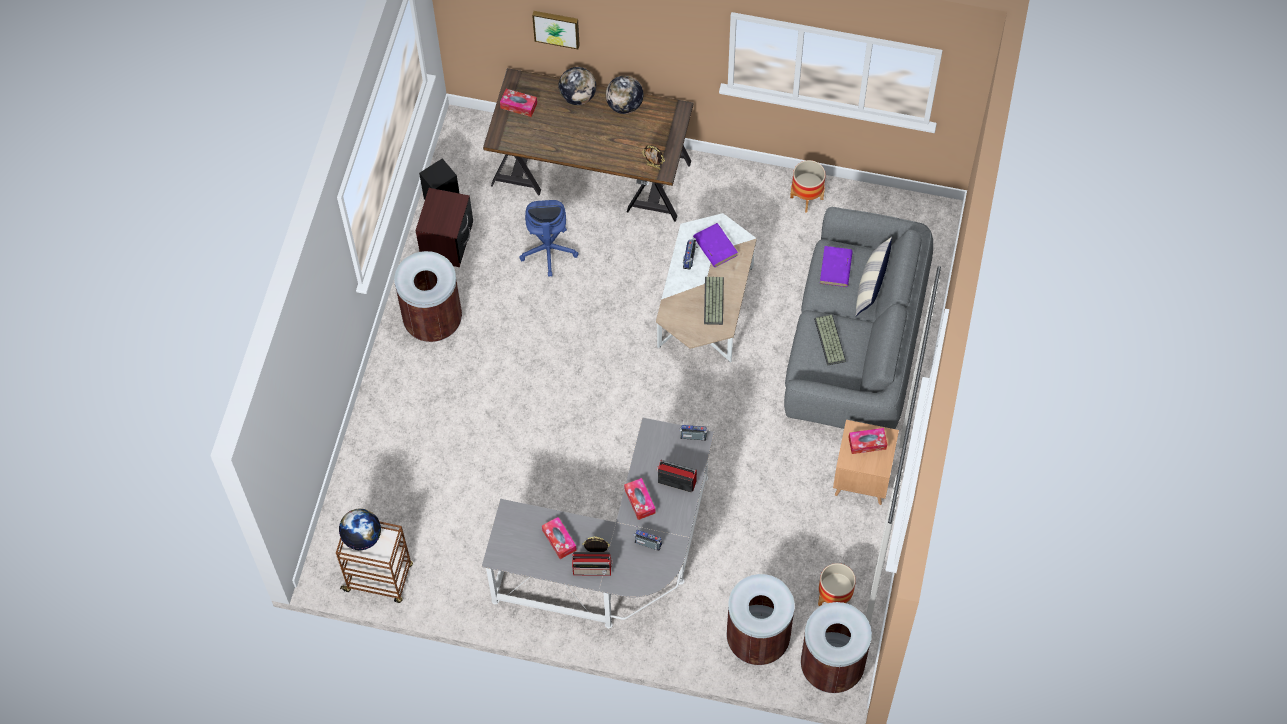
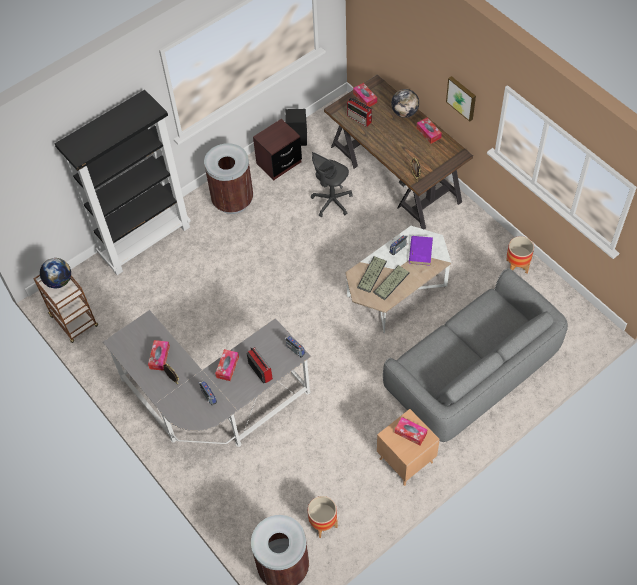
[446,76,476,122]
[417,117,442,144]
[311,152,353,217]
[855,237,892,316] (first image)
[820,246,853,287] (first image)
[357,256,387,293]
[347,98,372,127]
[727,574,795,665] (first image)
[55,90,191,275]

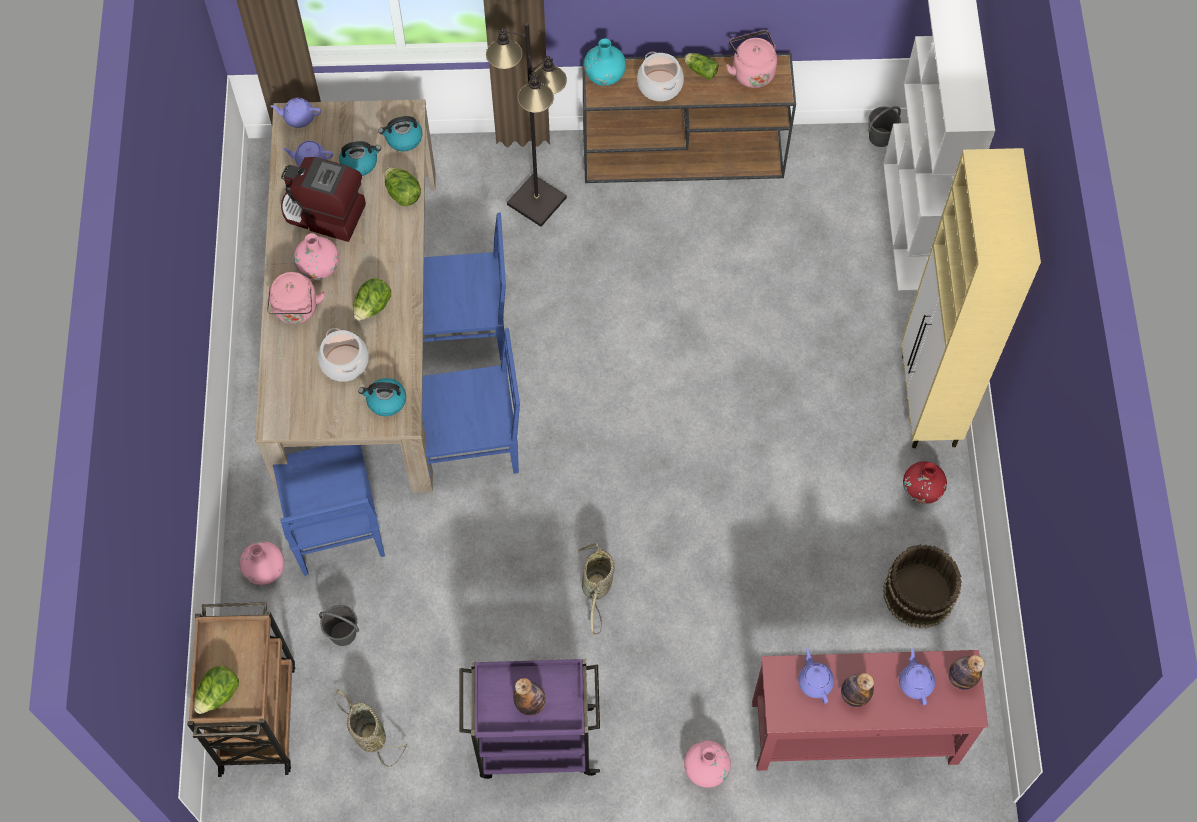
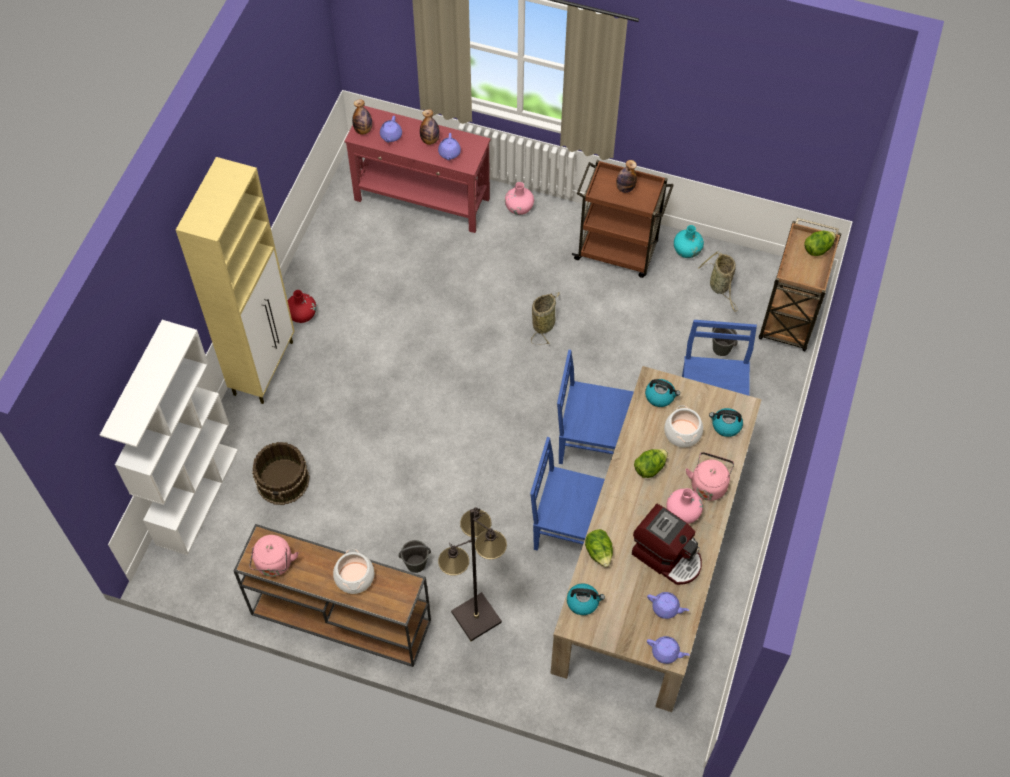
[674,225,704,258]
[684,53,718,80] (first image)
[399,540,431,573]
[709,408,743,437]
[239,541,284,585] (first image)
[252,442,310,505]
[572,160,674,278]

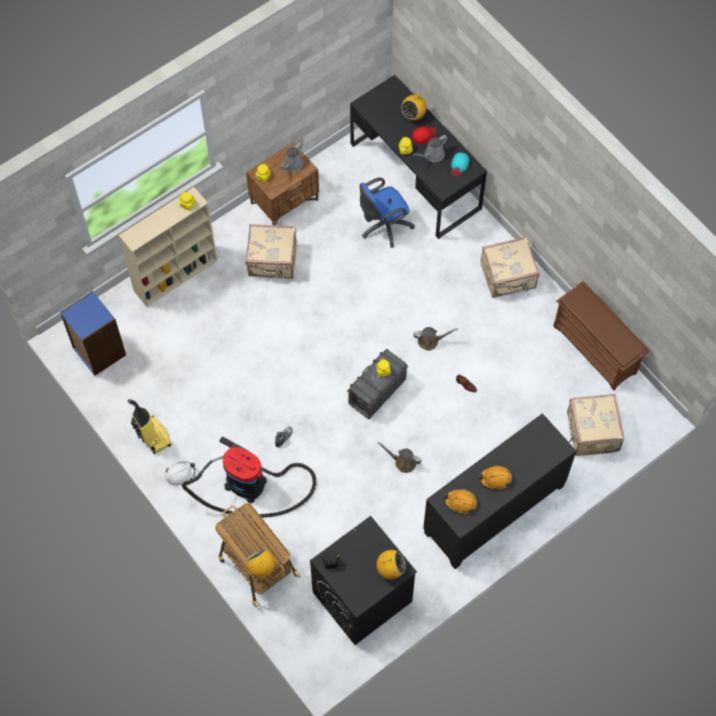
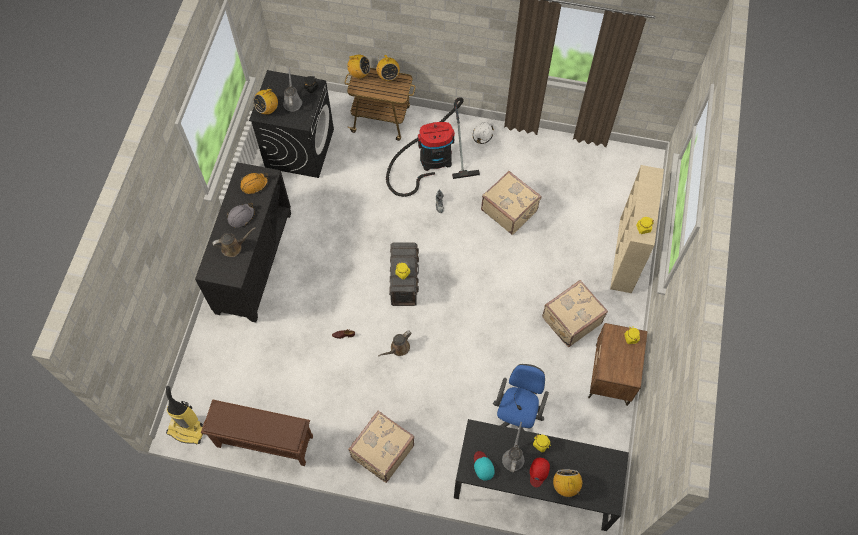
[283,67,302,112]
[60,291,126,376] (first image)
[481,171,541,235]
[166,386,203,445]
[213,227,256,257]
[226,202,255,228]
[377,55,400,81]

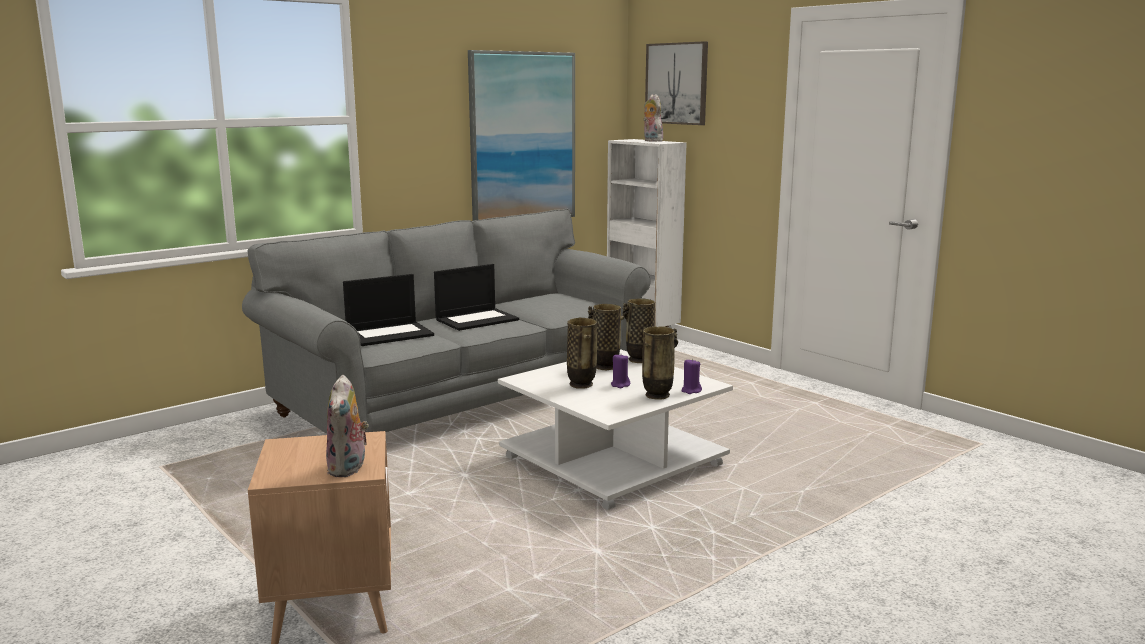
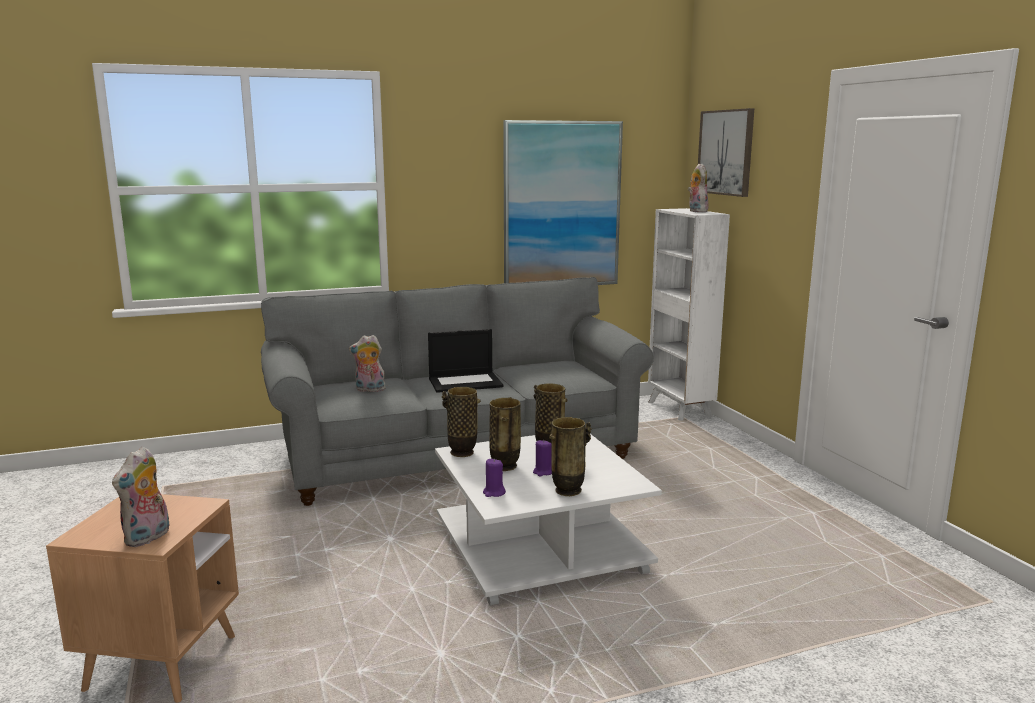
[349,335,386,392]
[441,387,481,457]
[483,459,506,497]

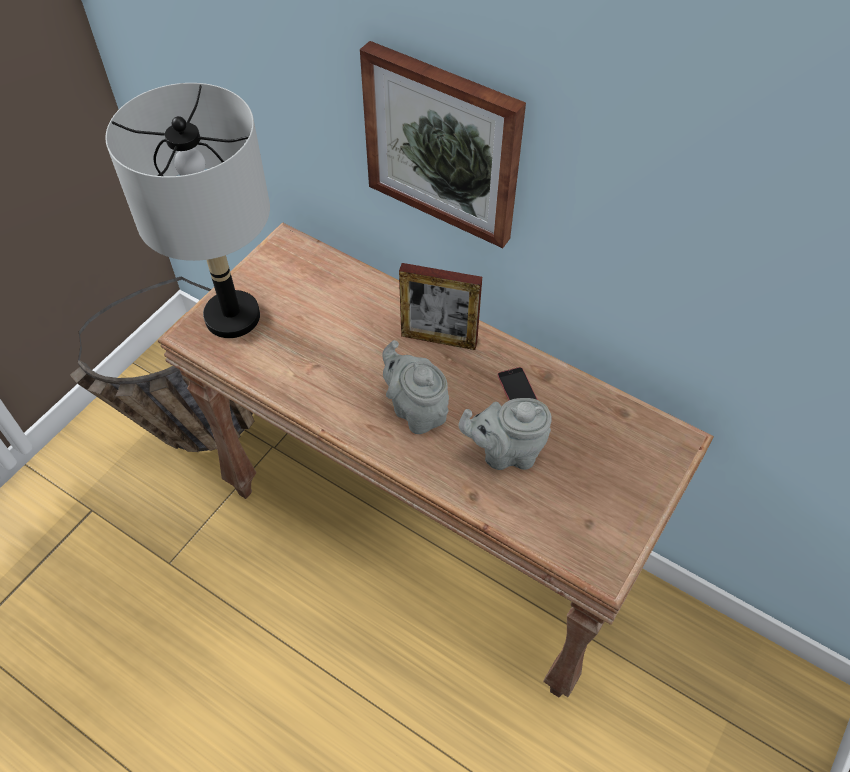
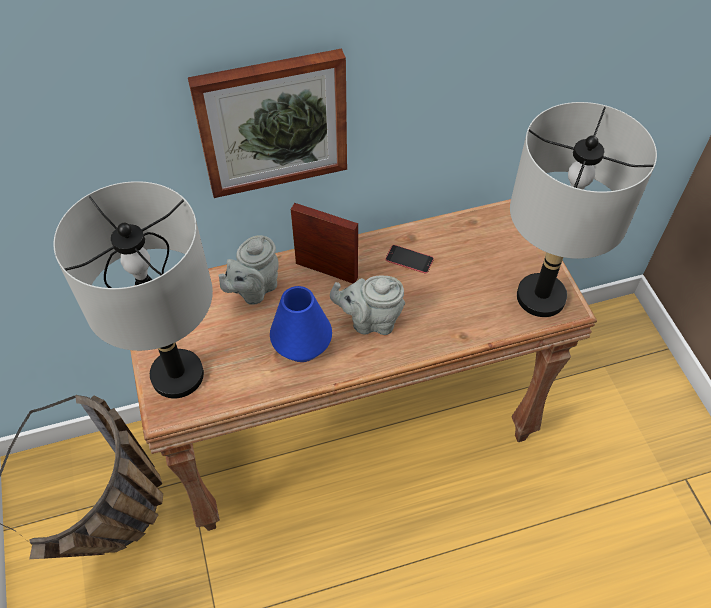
[291,203,358,283]
[218,235,279,305]
[510,102,657,317]
[270,286,332,362]

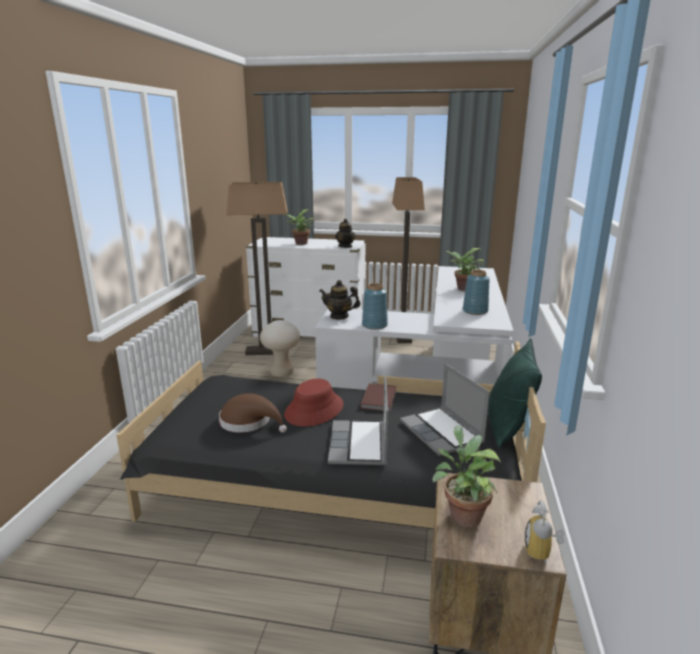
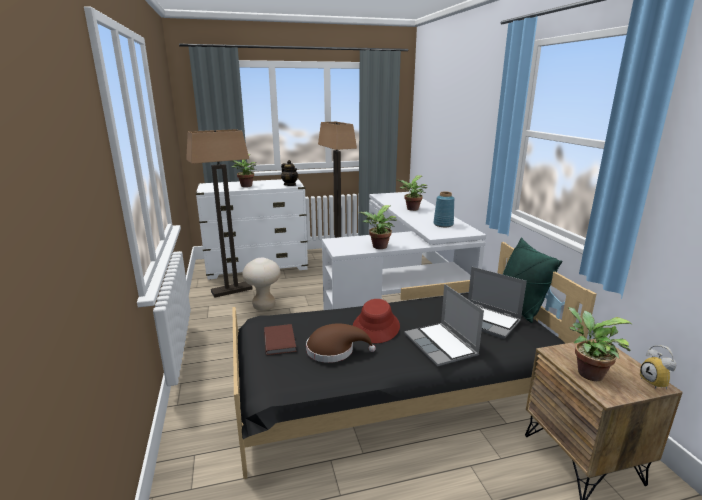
[320,280,360,319] (first image)
[359,205,397,249]
[264,324,296,355]

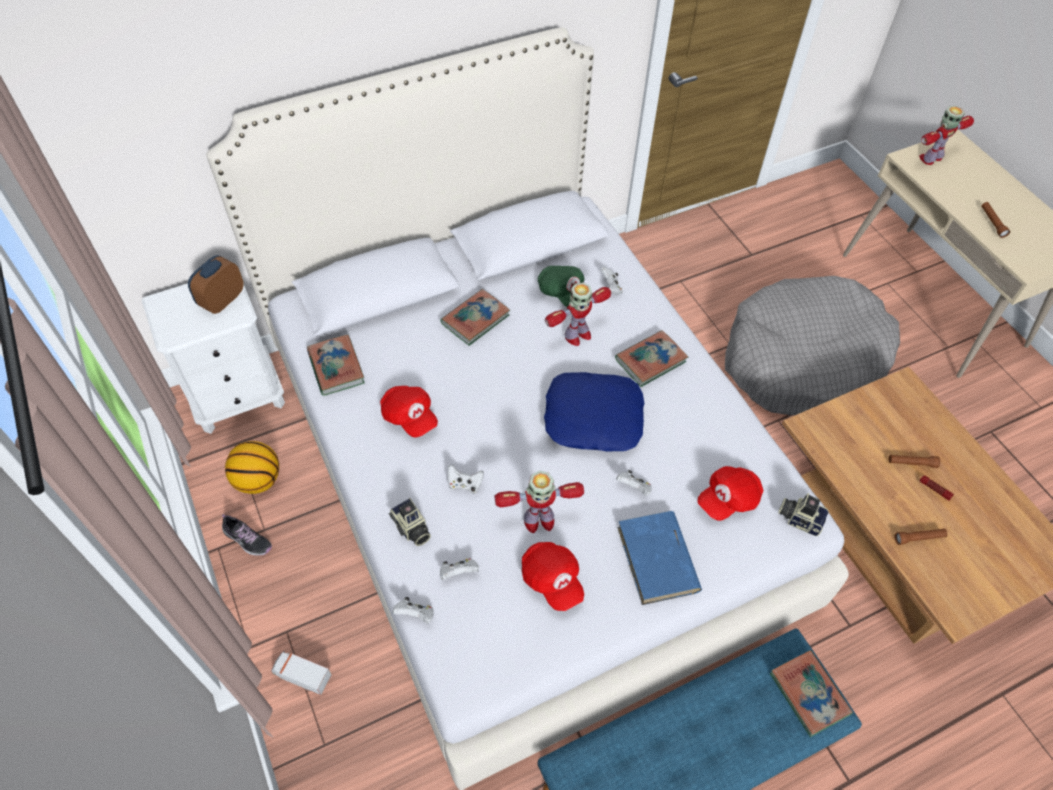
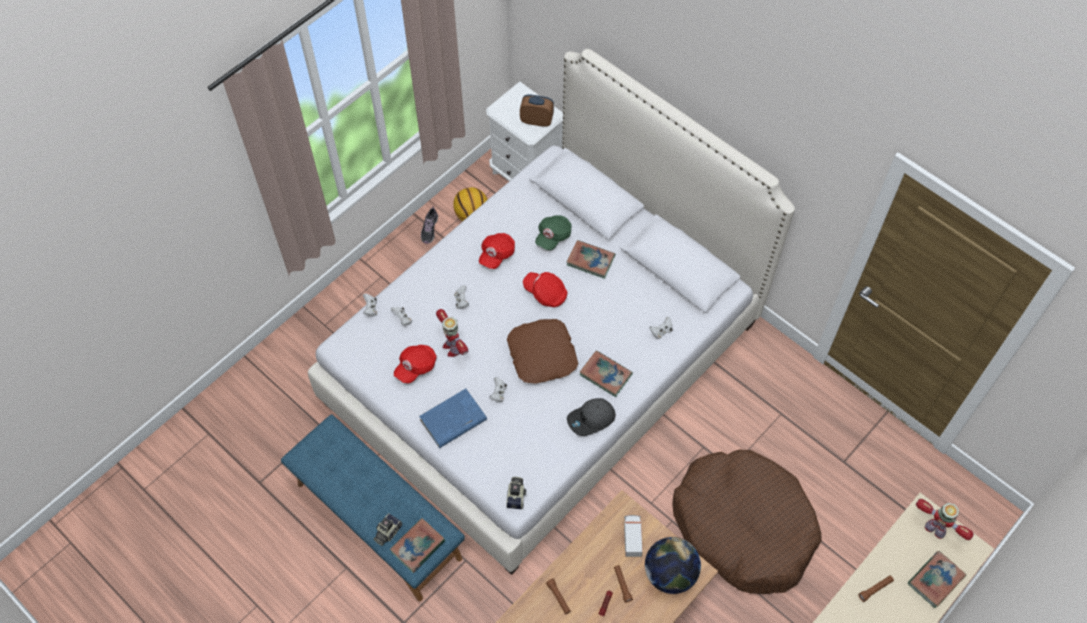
[535,215,571,250]
[672,449,822,594]
[545,282,611,346] (first image)
[908,551,966,608]
[507,319,578,384]
[523,272,567,307]
[374,513,402,546]
[624,515,643,557]
[567,398,616,436]
[645,537,701,594]

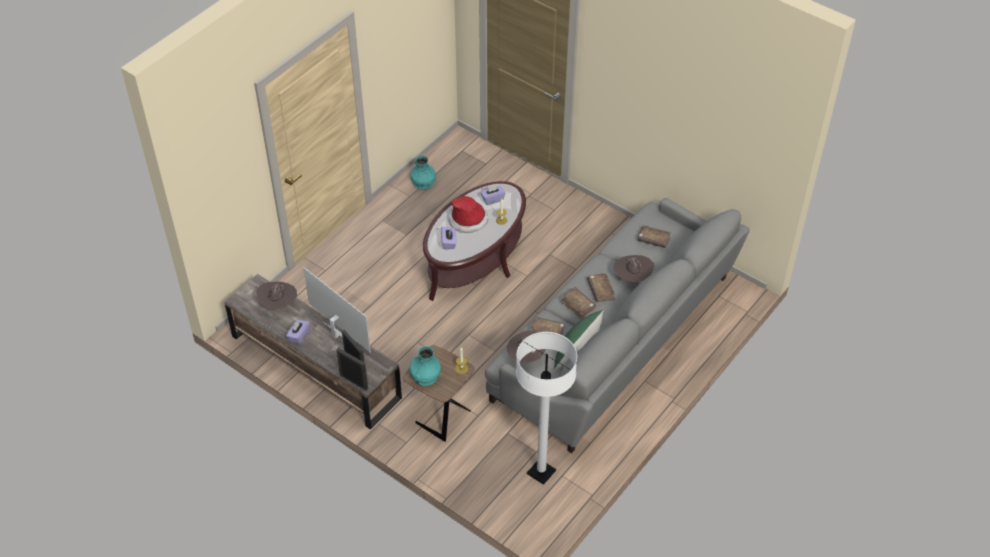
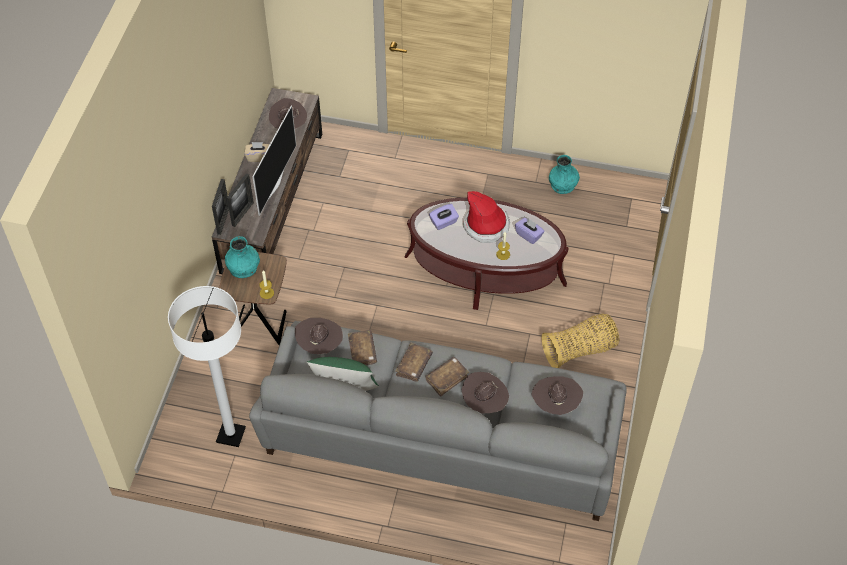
[531,376,583,415]
[245,142,270,162]
[542,314,619,368]

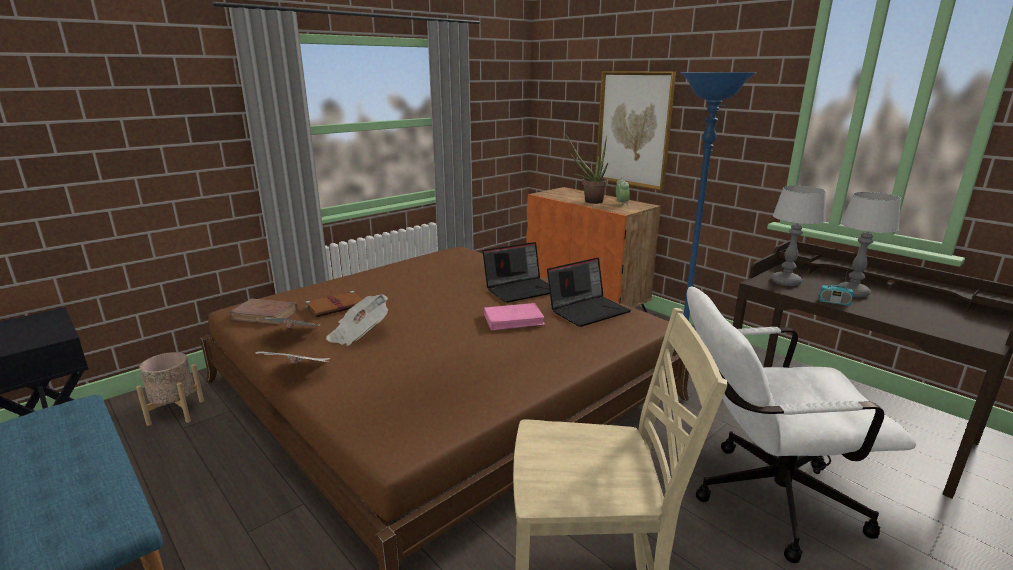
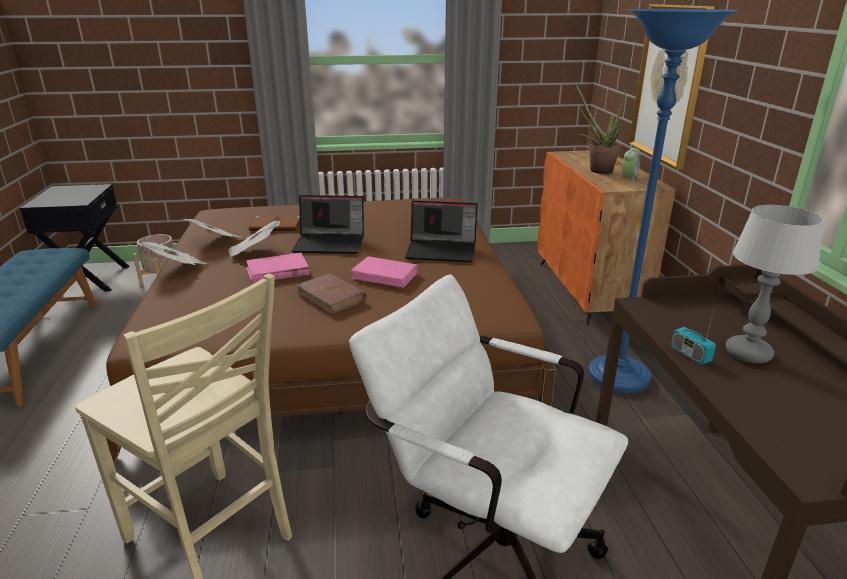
[771,186,826,286] (first image)
[291,195,364,254]
[296,273,366,314]
[246,253,309,283]

